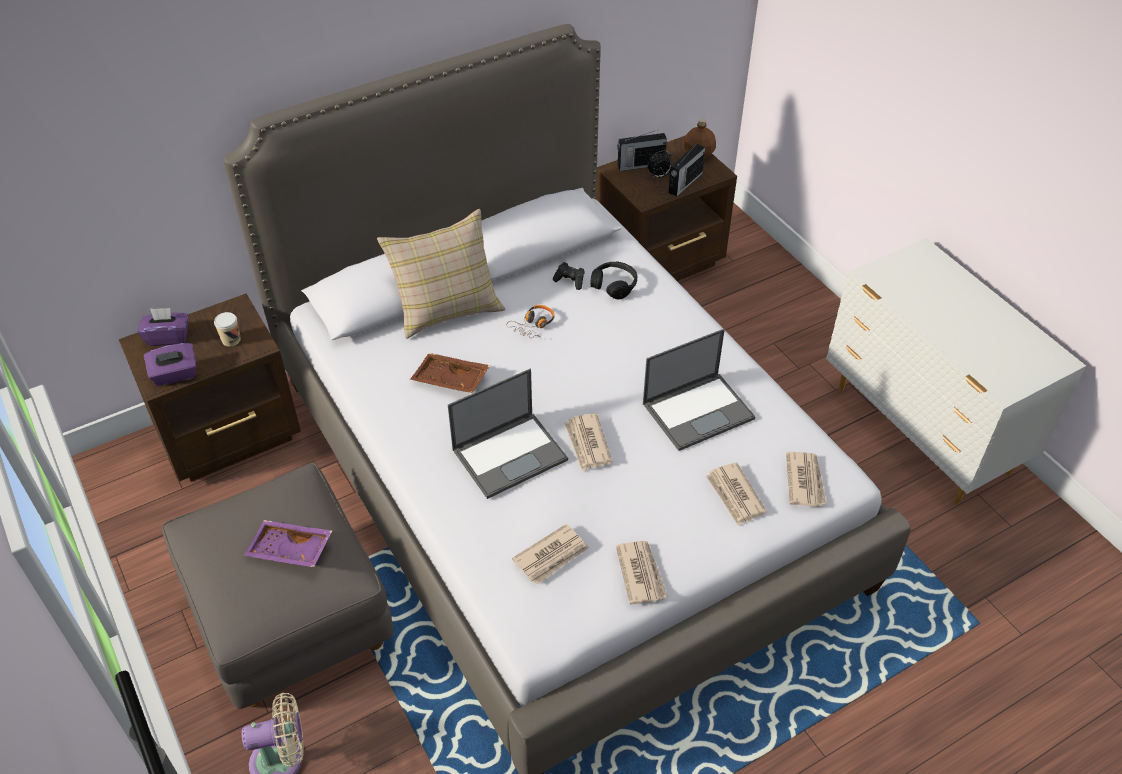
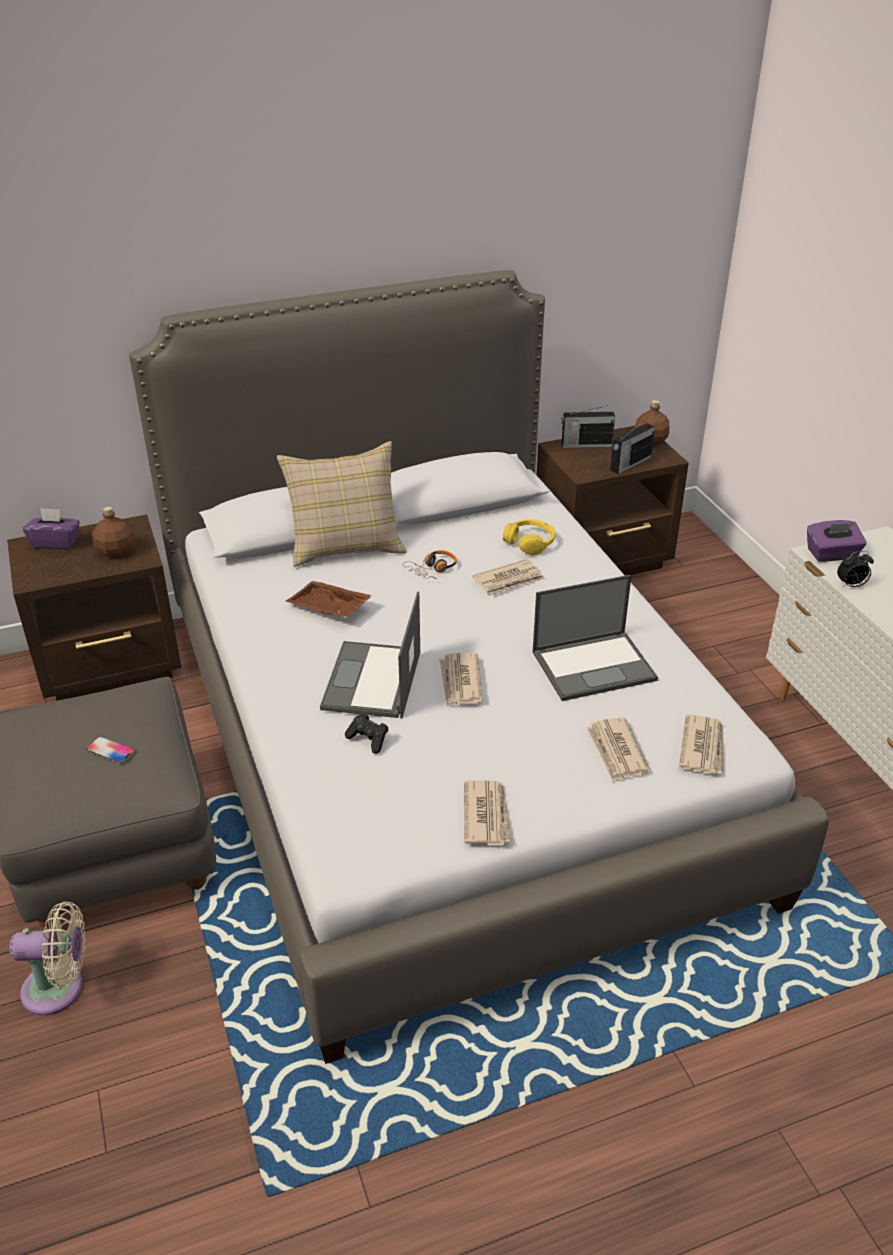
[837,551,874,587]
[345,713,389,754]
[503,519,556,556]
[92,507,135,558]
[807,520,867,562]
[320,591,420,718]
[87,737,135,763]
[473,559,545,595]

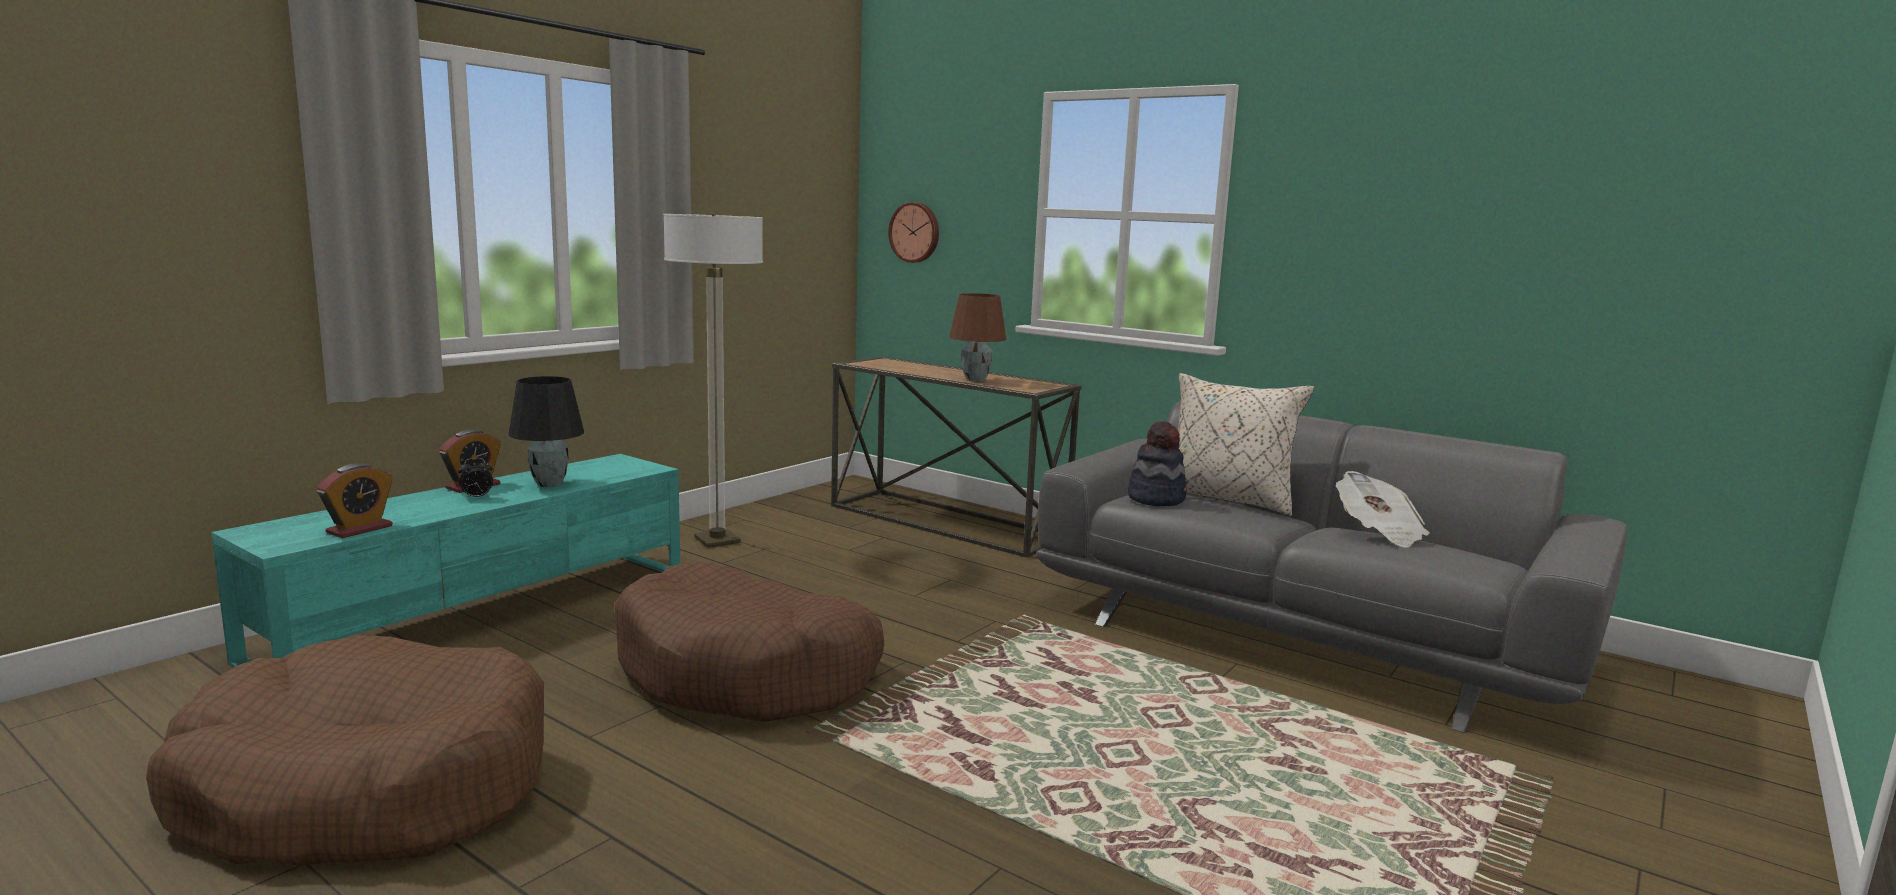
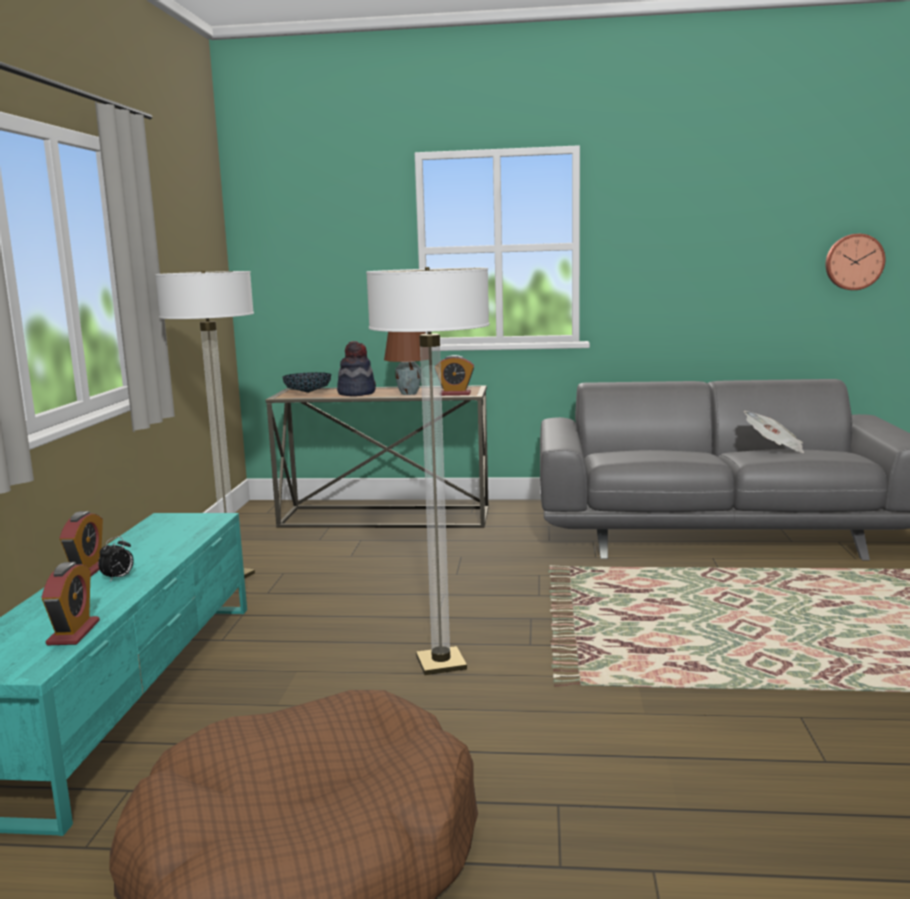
[825,234,885,290]
[1178,373,1314,516] (first image)
[508,376,584,487] (first image)
[337,341,376,396]
[366,267,490,675]
[441,355,474,396]
[282,372,331,393]

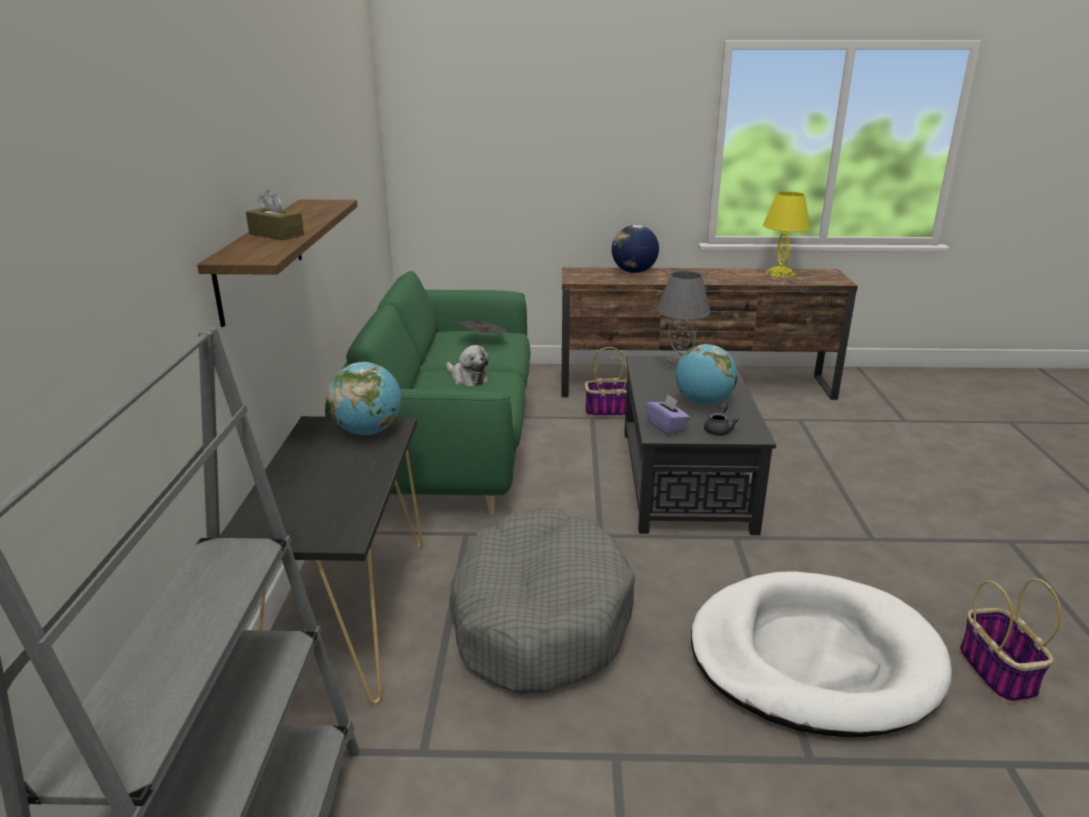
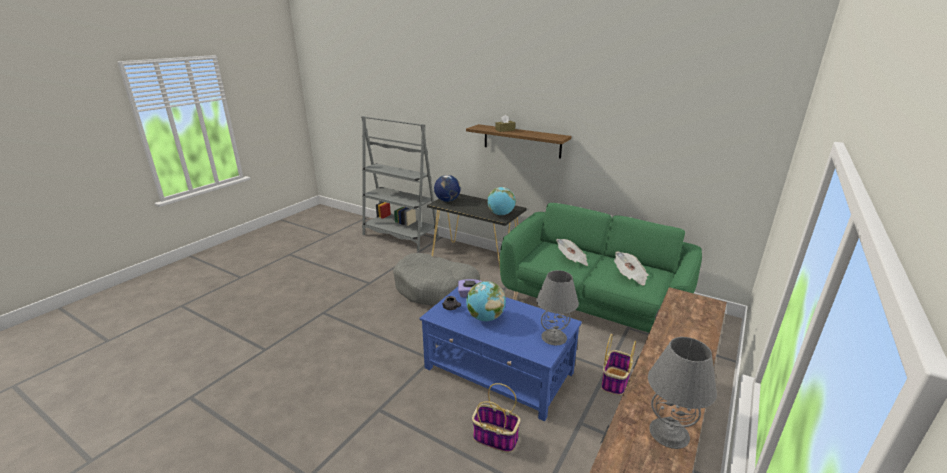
[648,337,717,449]
[434,175,461,202]
[556,239,588,266]
[420,287,582,421]
[691,571,952,737] (first image)
[472,383,521,453]

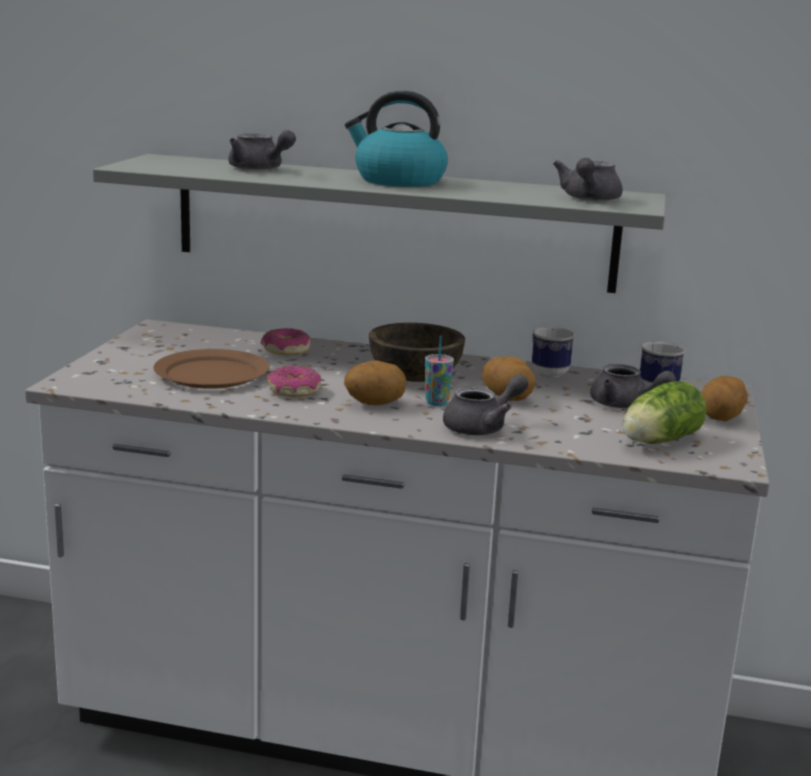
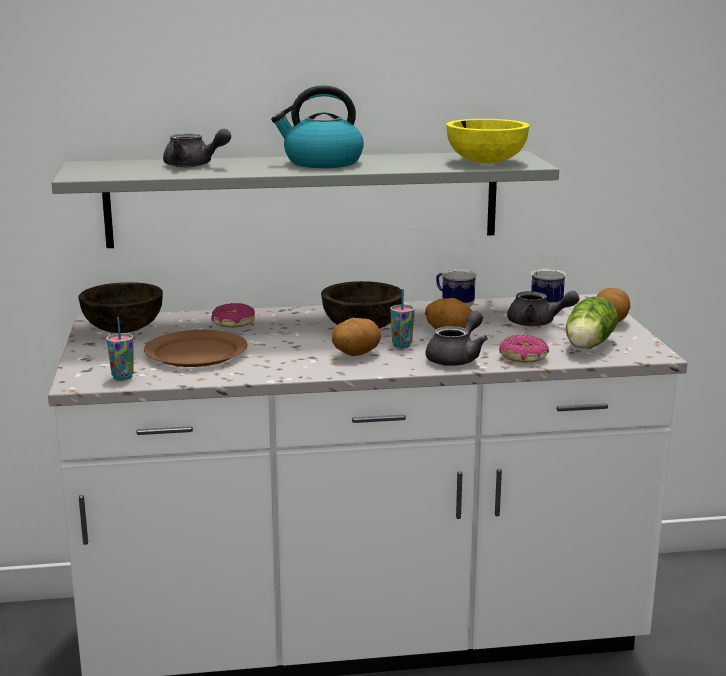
[446,119,530,164]
[499,335,549,363]
[78,282,163,333]
[106,317,134,381]

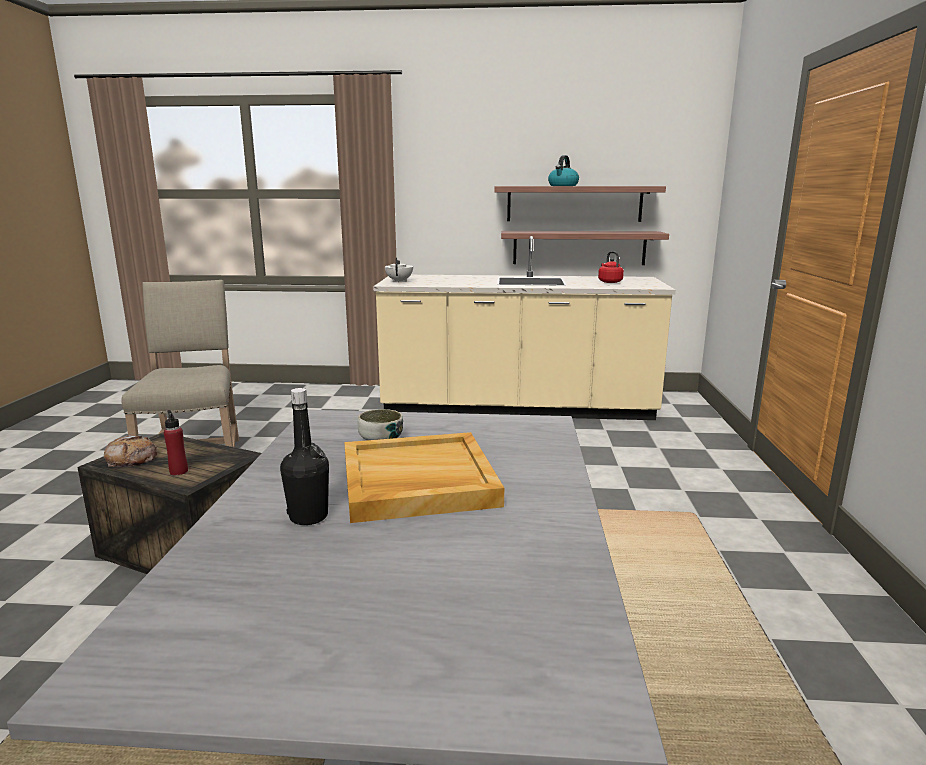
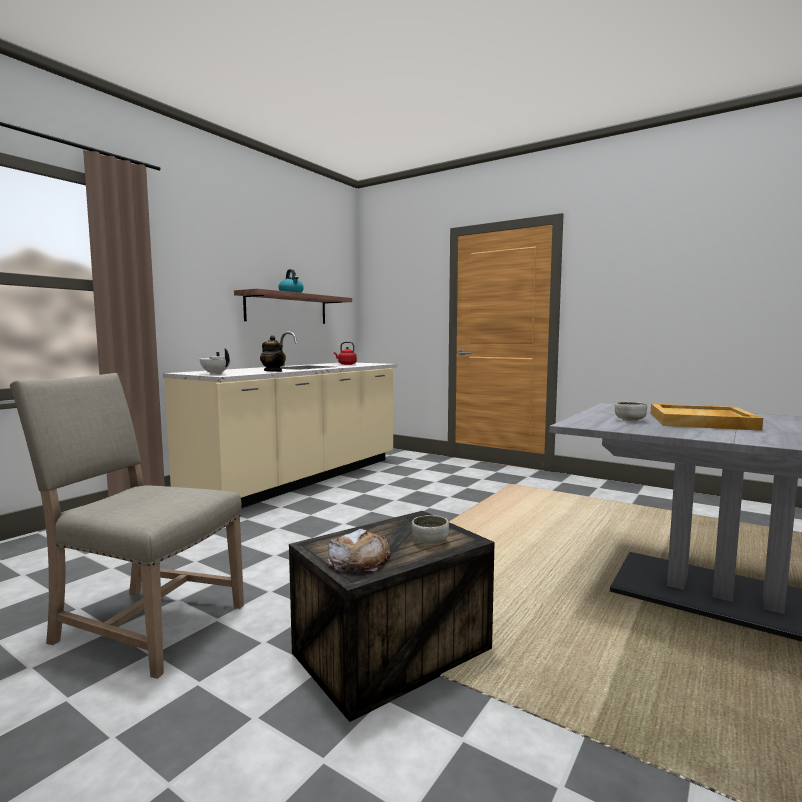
[501,231,669,265] (first image)
[280,388,329,525] (first image)
[412,515,449,545]
[260,335,286,372]

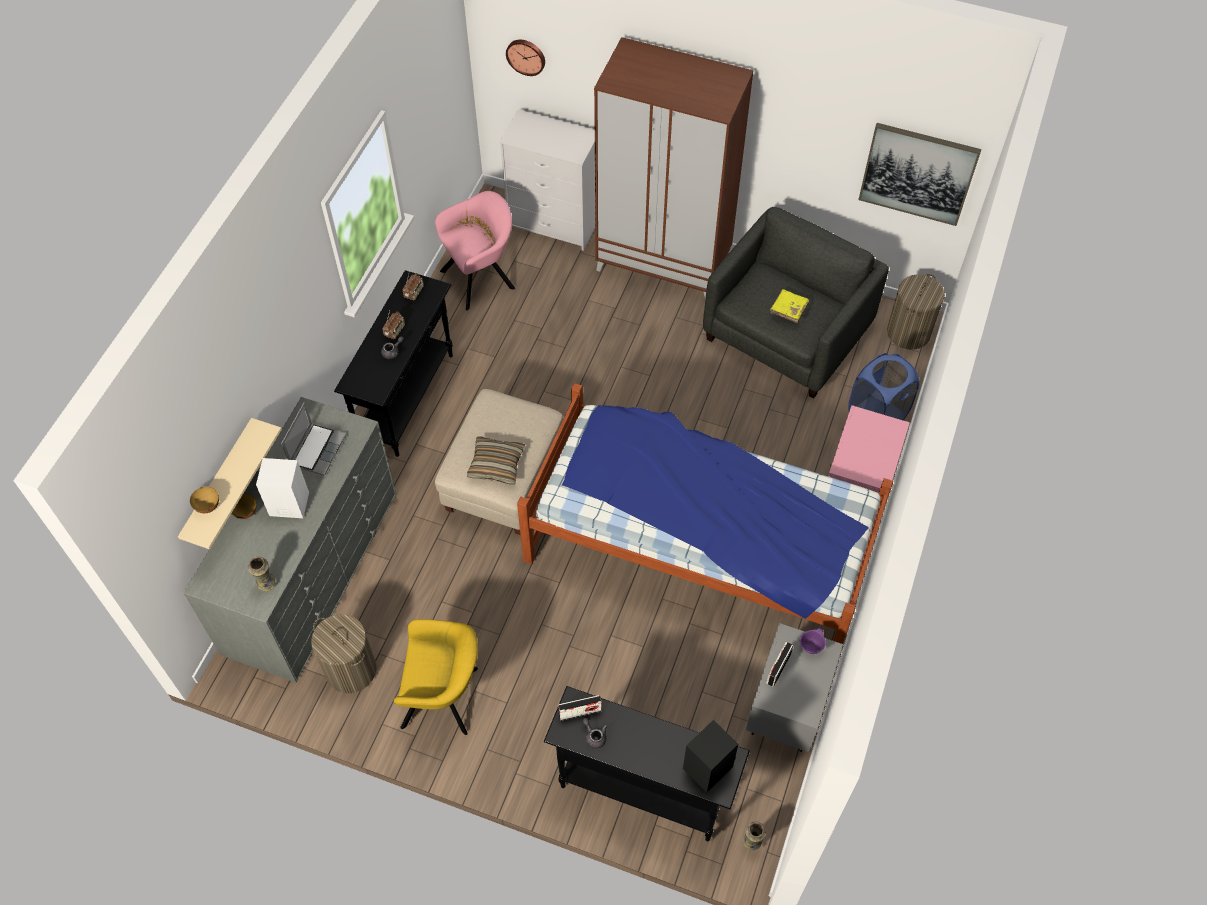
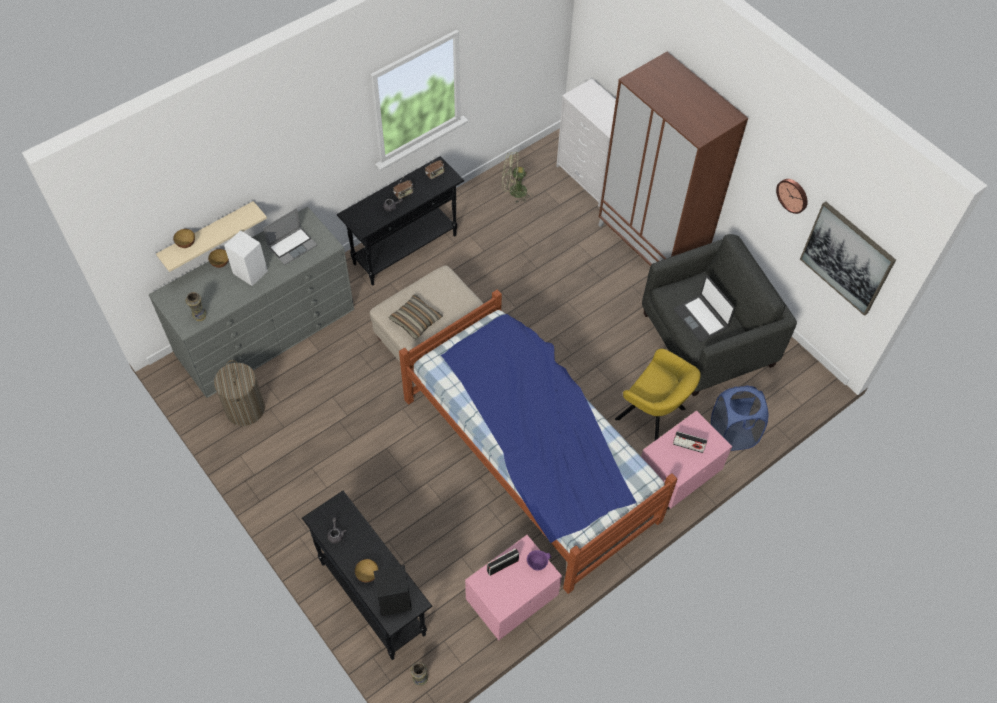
[776,179,808,214]
[502,152,533,203]
[887,274,945,350] (first image)
[674,275,735,342]
[615,349,701,440]
[465,535,562,640]
[673,431,707,453]
[355,559,378,582]

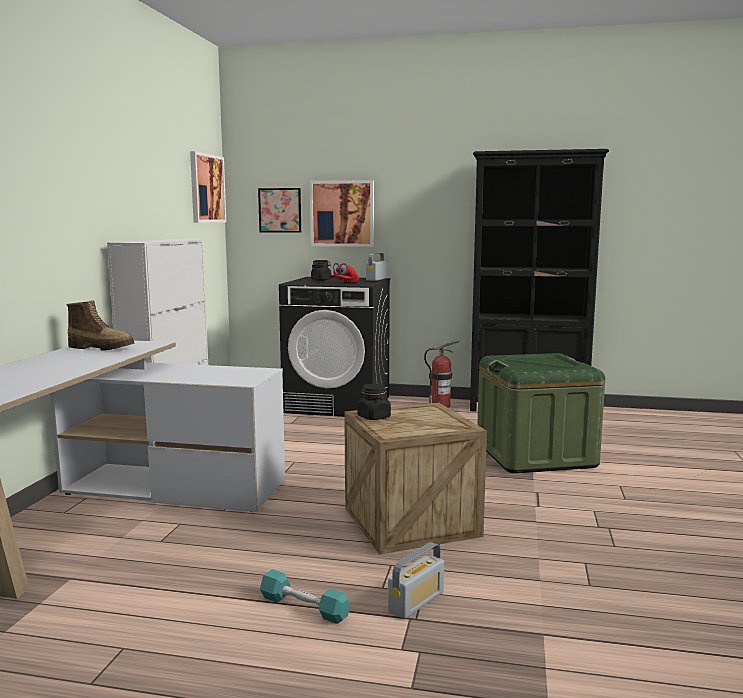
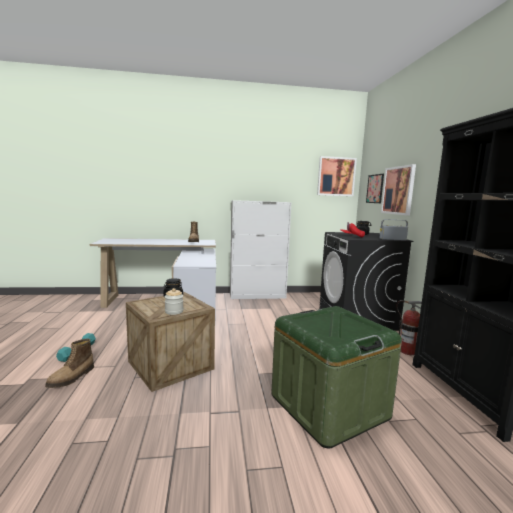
[45,339,94,388]
[165,288,183,315]

